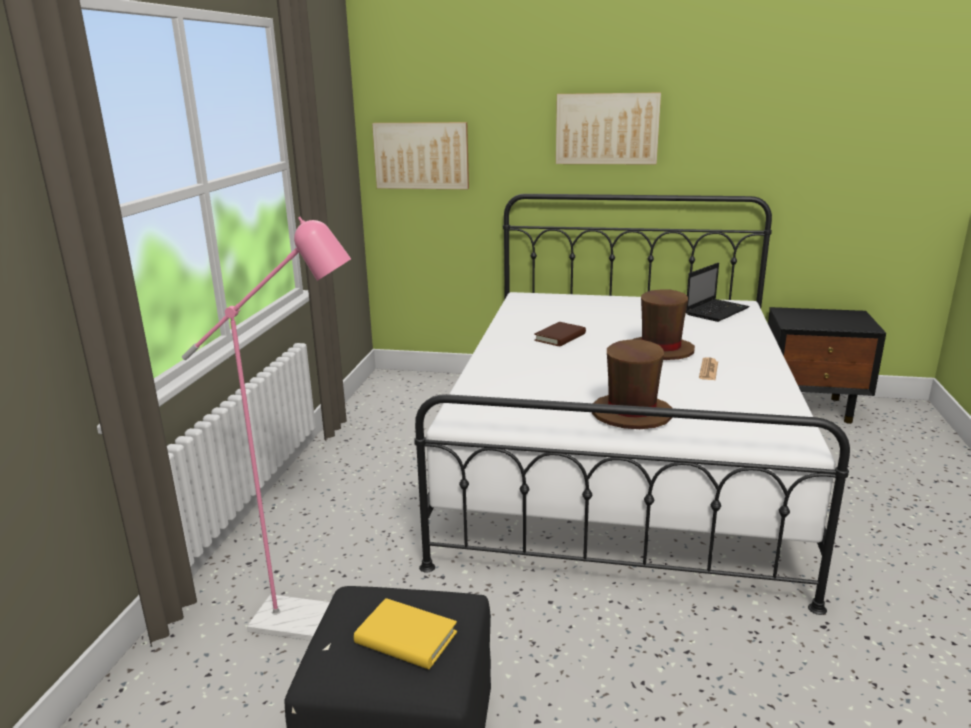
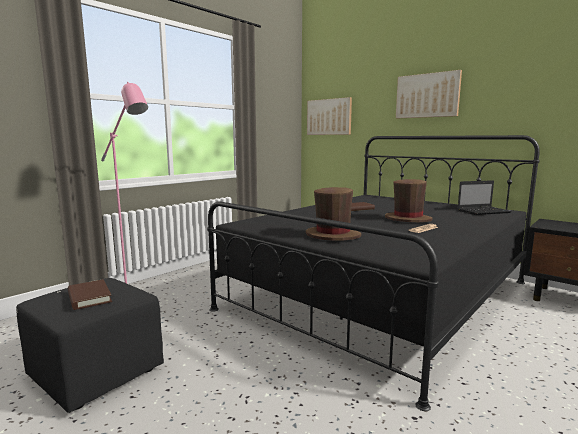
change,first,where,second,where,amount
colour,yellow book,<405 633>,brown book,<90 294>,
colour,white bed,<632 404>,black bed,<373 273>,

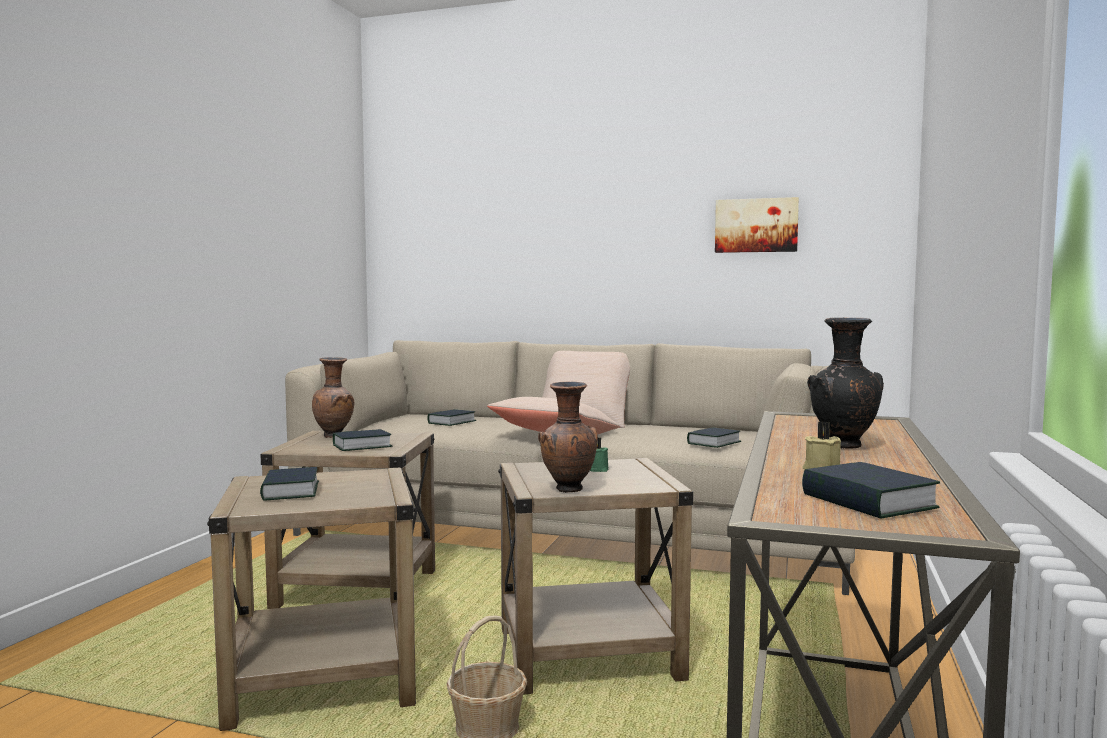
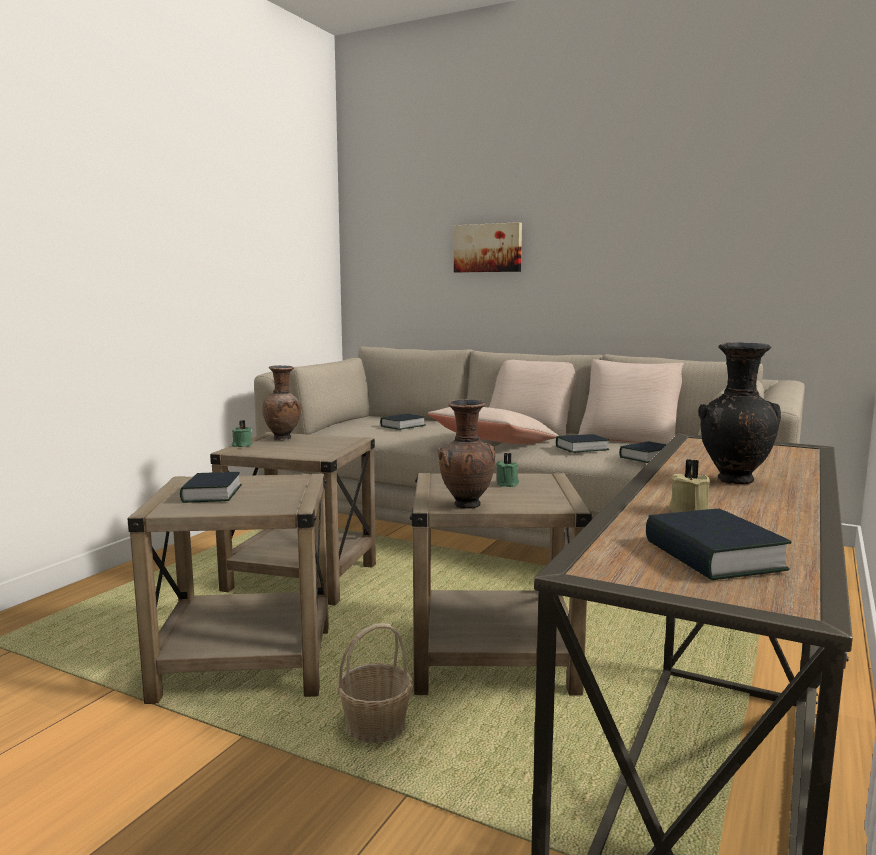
change,first,where,second,where,amount
appeared,,,green candle,<242 433>,
appeared,,,beige pillow,<631 401>,
relocated,book,<363 440>,,<583 443>,
relocated,picture,<757 225>,,<488 247>,

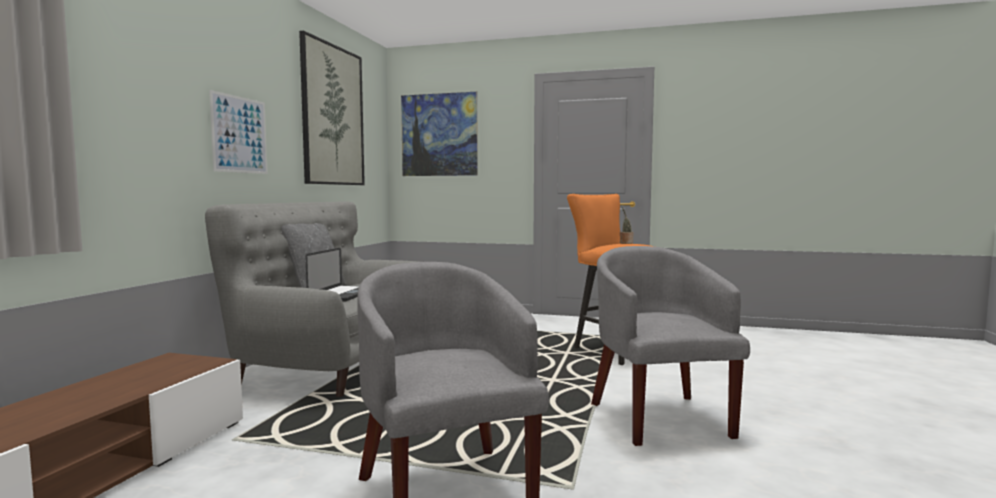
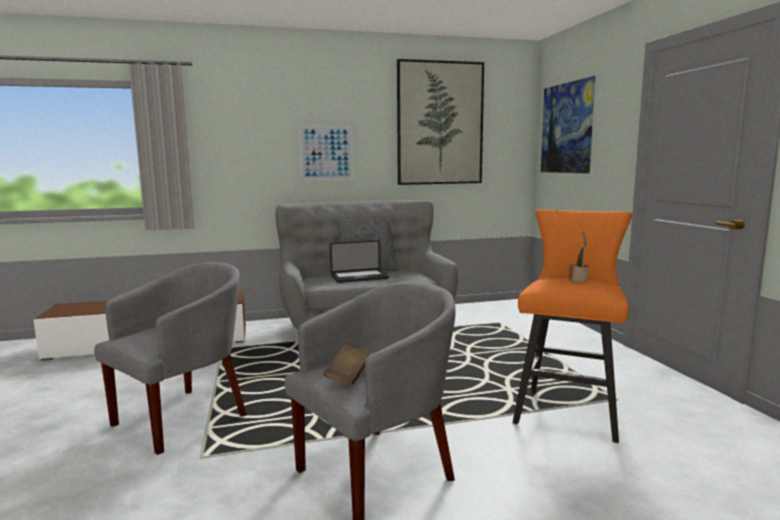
change,first,where,second,where,amount
appeared,,,brown book,<347 365>,

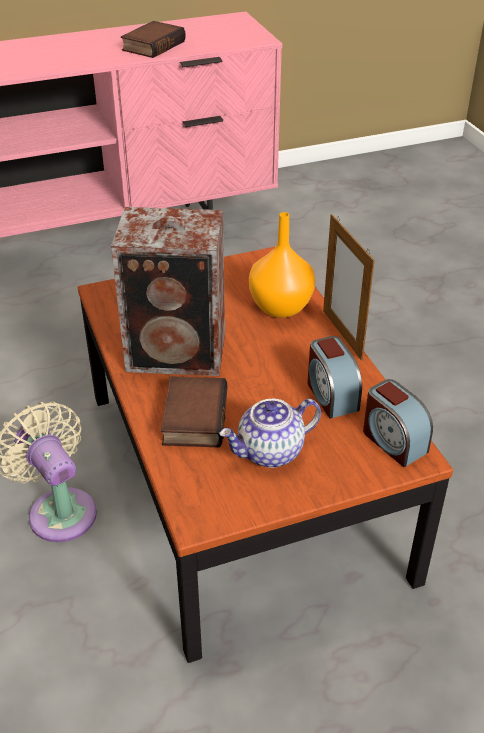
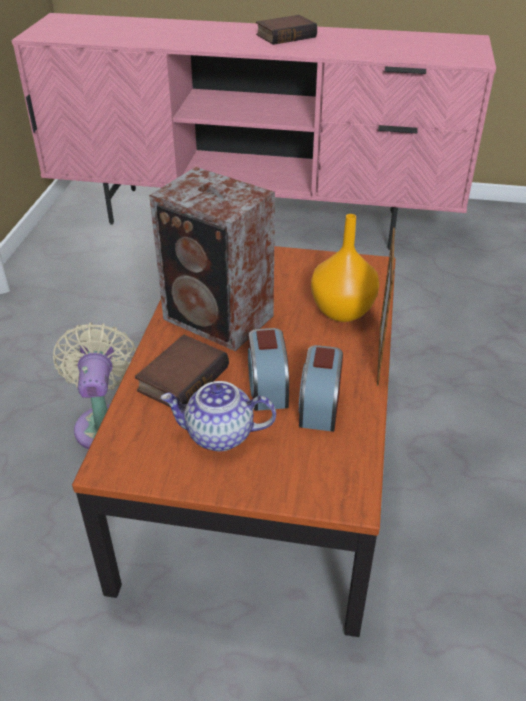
change,first,where,second,where,amount
relocated,book,<153 39>,,<286 30>,
relocated,alarm clock,<398 423>,,<268 369>,

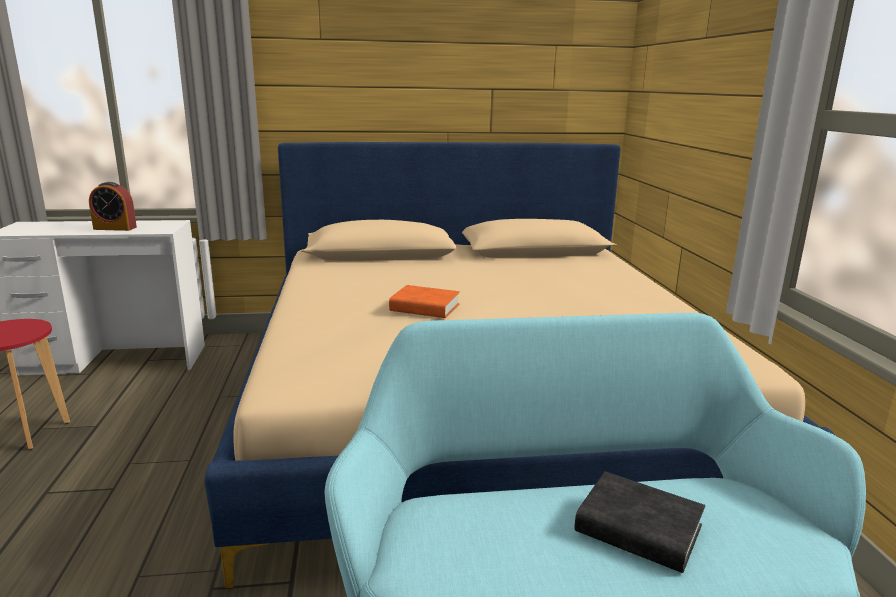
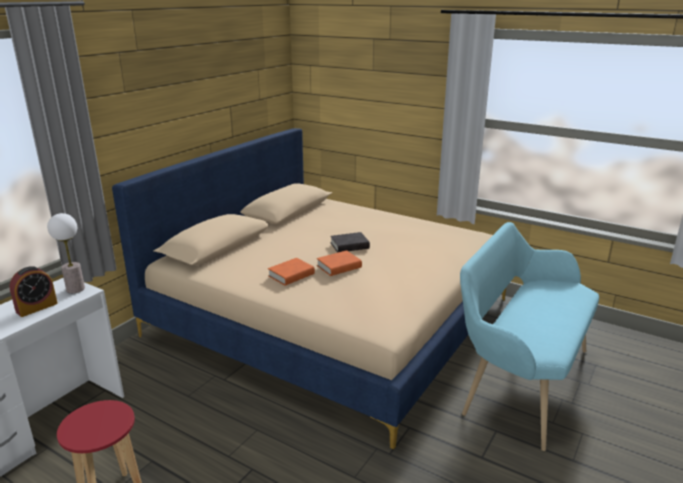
change,first,where,second,where,amount
appeared,,,table lamp,<66 253>,
appeared,,,orange book,<291 272>,
relocated,black book,<640 522>,,<350 242>,

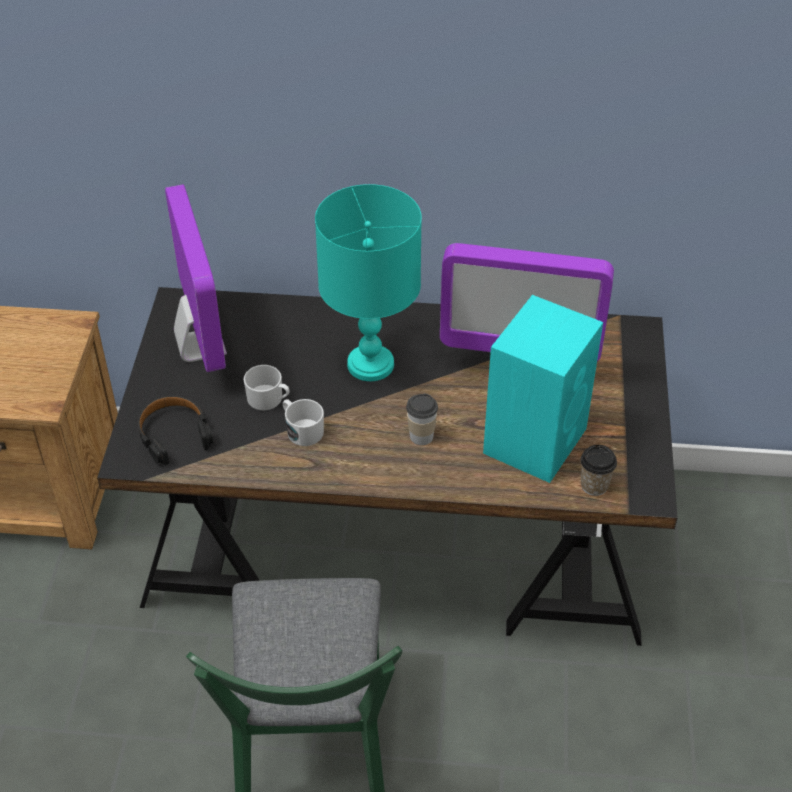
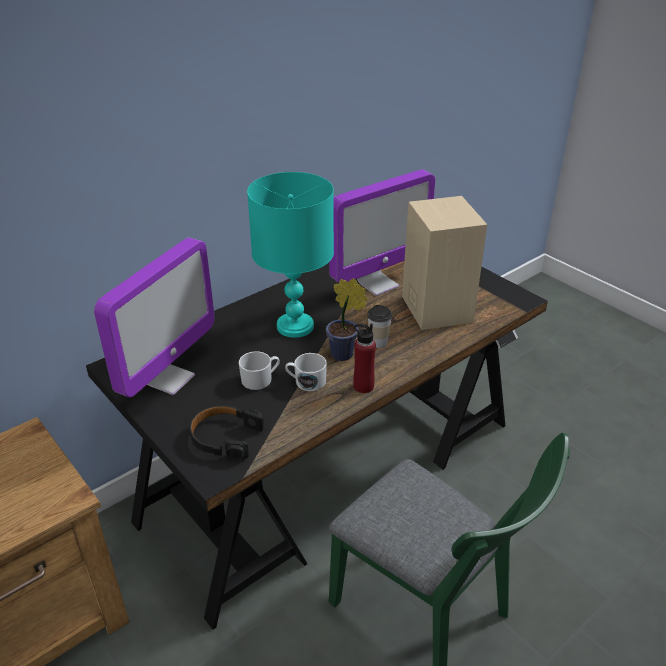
change,first,where,second,where,amount
missing,cup,<598 470>,,,
appeared,,,potted plant,<347 319>,
appeared,,,red bottle,<364 358>,
colour,turquoise speaker,<543 389>,beige speaker,<444 263>,
spun,monitor,<196 278>,,<154 317>,90 degrees clockwise

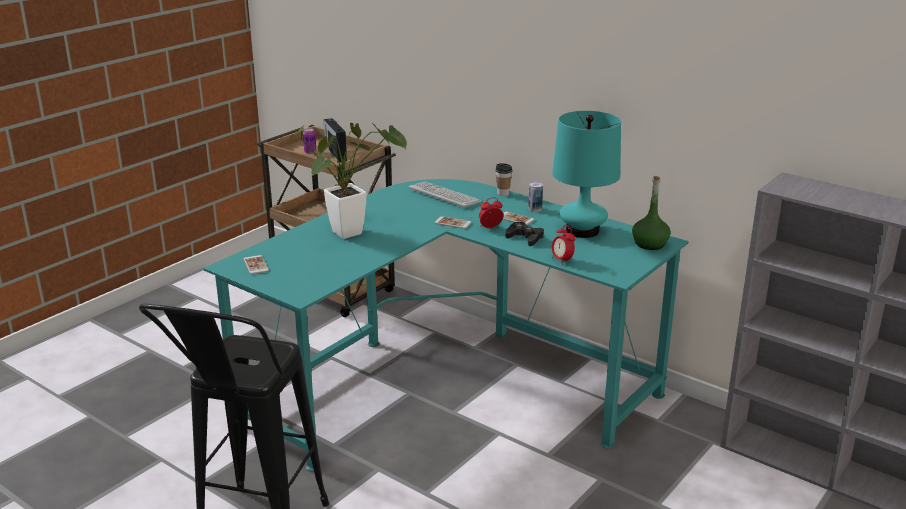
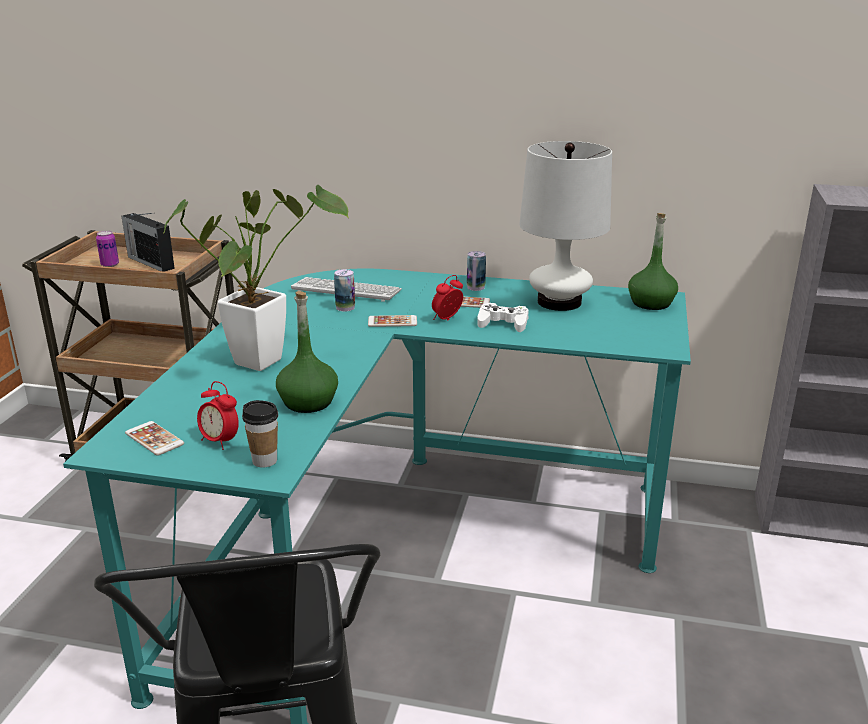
change,first,where,second,where,amount
appeared,,,green bottle,<307 352>,
appeared,,,can,<344 290>,
relocated,cup,<503 179>,,<260 434>,
relocated,alarm clock,<564 245>,,<218 415>,
colour,black game controller,<525 234>,white game controller,<503 317>,
colour,turquoise table lamp,<586 174>,white table lamp,<565 226>,

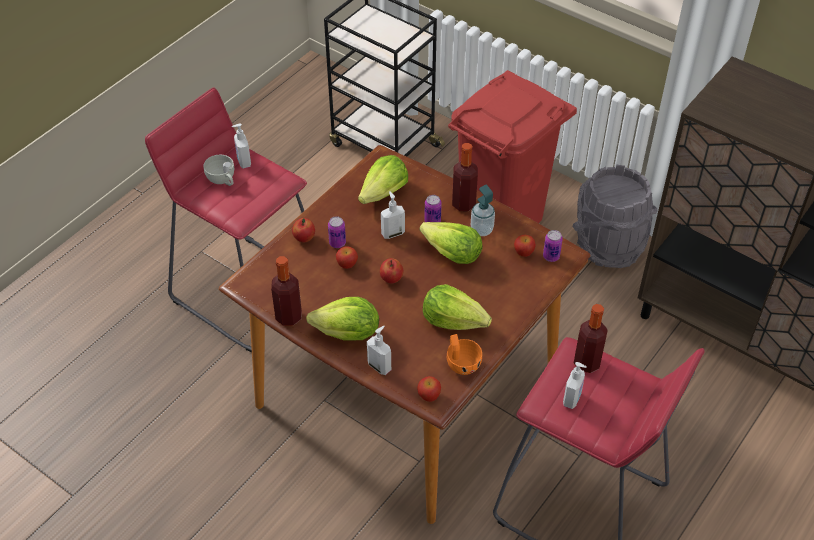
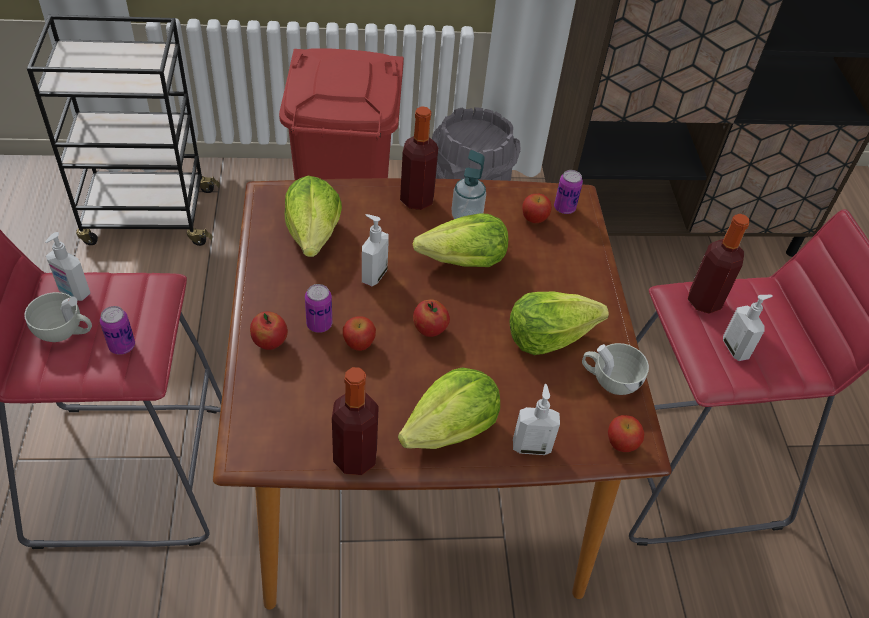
change,first,where,second,where,amount
relocated,can,<433 208>,,<117 330>,
colour,orange cup,<464 354>,white cup,<615 369>,

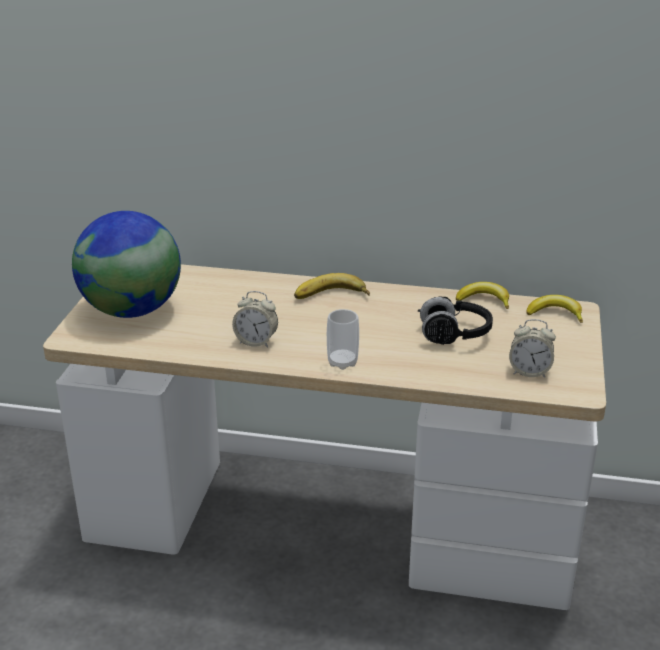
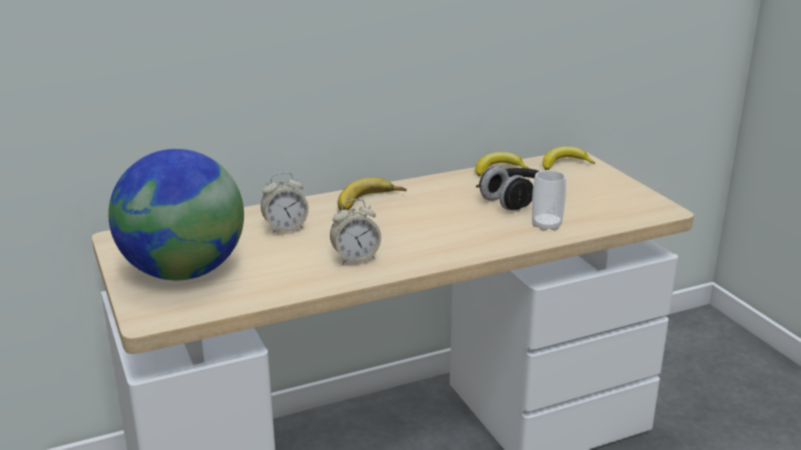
change,first,where,second,where,amount
relocated,cup,<343 339>,,<549 200>,
relocated,alarm clock,<532 348>,,<285 203>,

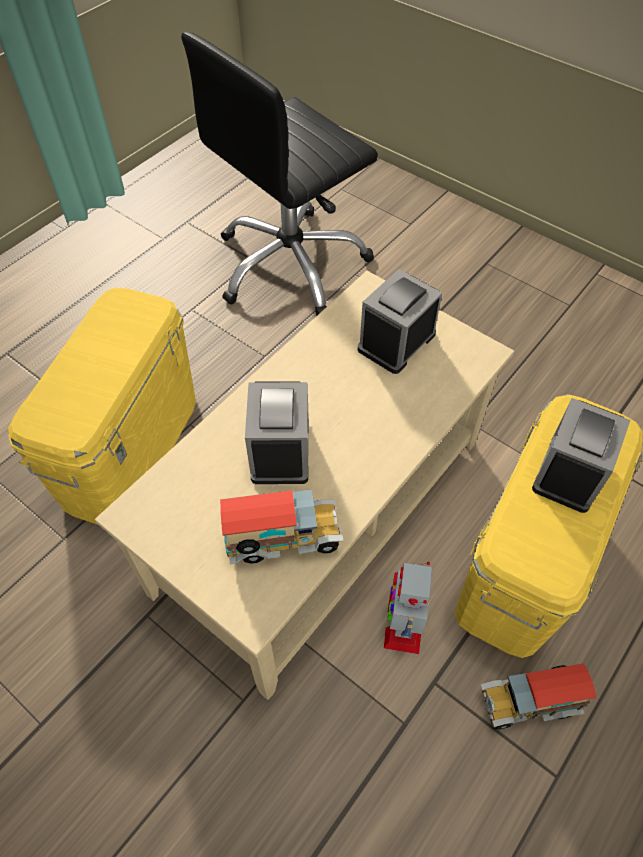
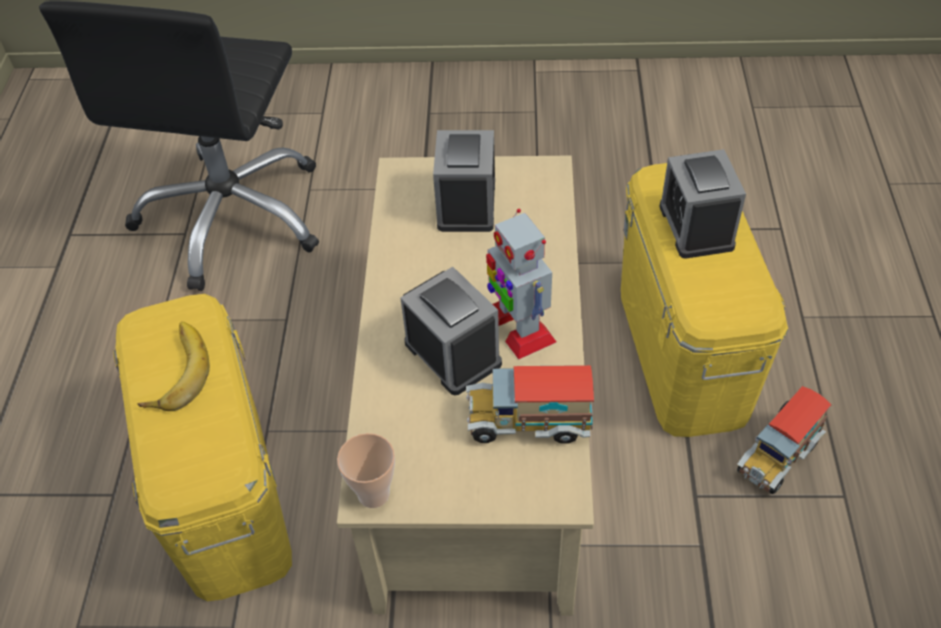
change,first,where,second,where,amount
appeared,,,banana,<173 366>,
appeared,,,cup,<366 470>,
relocated,toy robot,<408 608>,,<521 284>,
spun,toy truck,<281 526>,,<530 404>,135 degrees counterclockwise

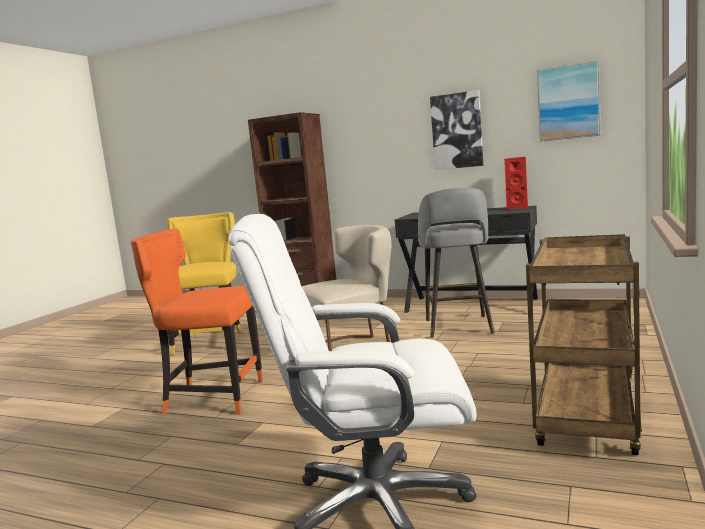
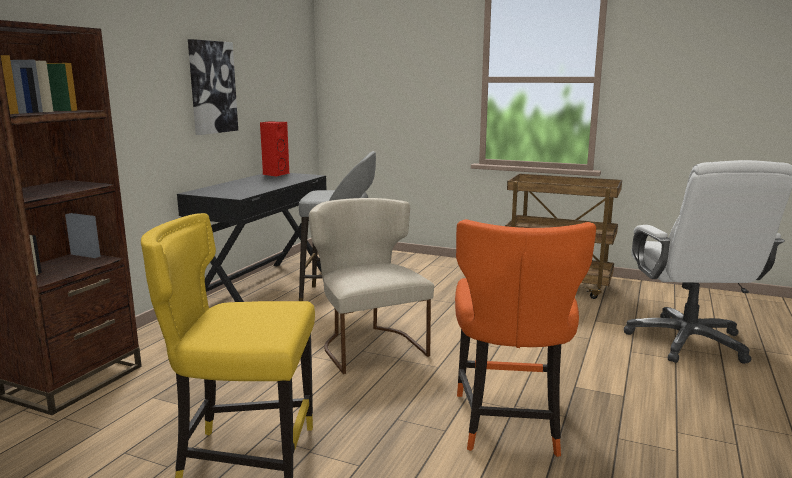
change,first,where,second,where,amount
missing,picture,<569 101>,,,

